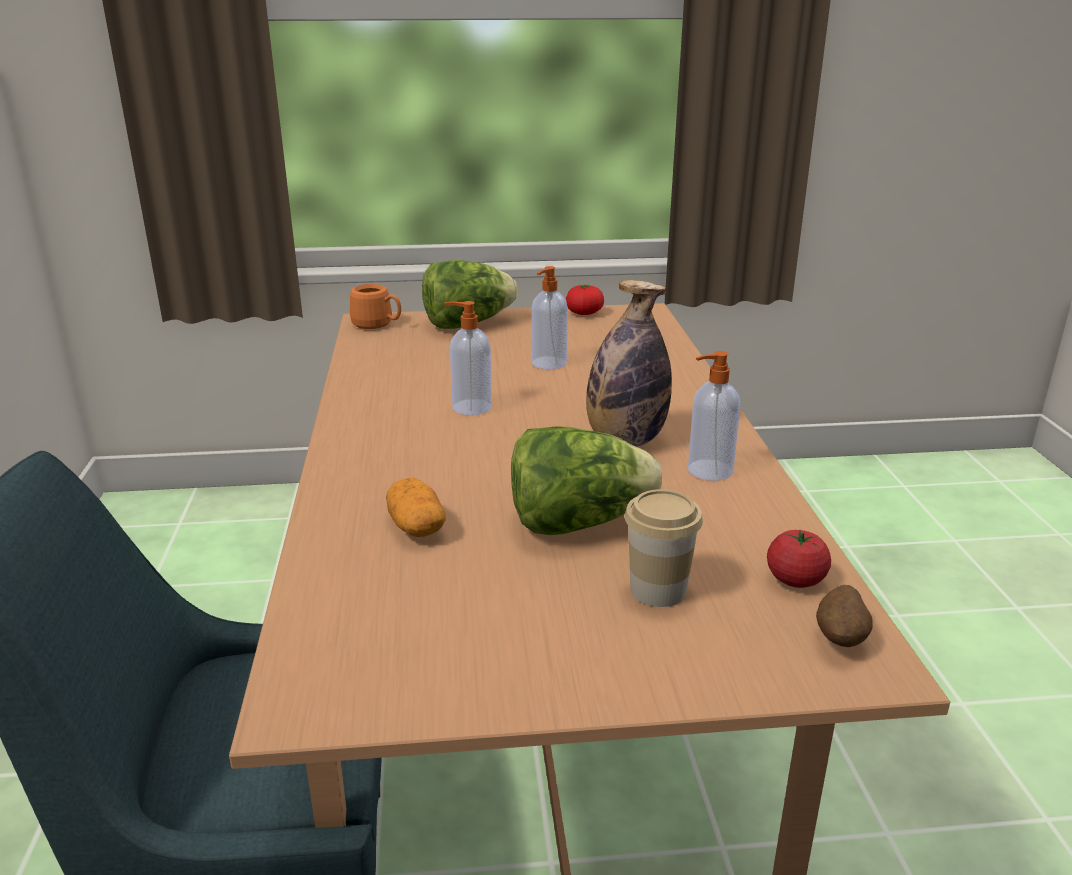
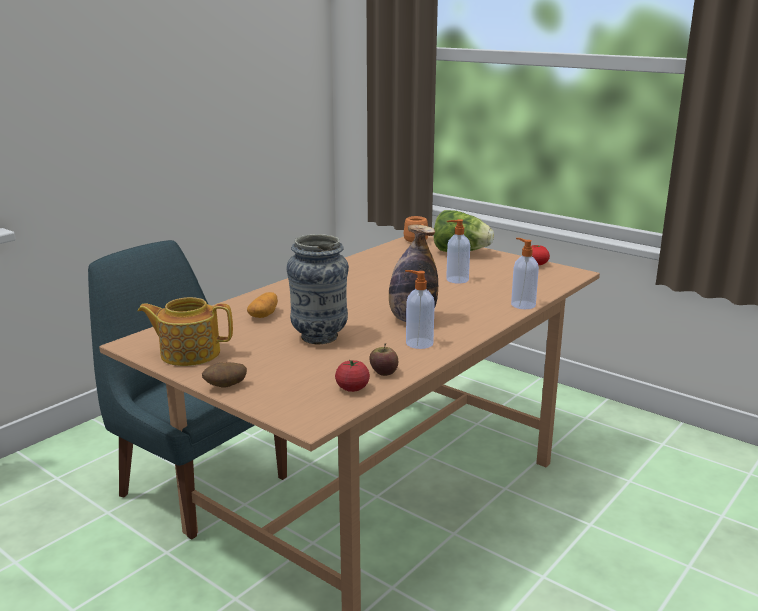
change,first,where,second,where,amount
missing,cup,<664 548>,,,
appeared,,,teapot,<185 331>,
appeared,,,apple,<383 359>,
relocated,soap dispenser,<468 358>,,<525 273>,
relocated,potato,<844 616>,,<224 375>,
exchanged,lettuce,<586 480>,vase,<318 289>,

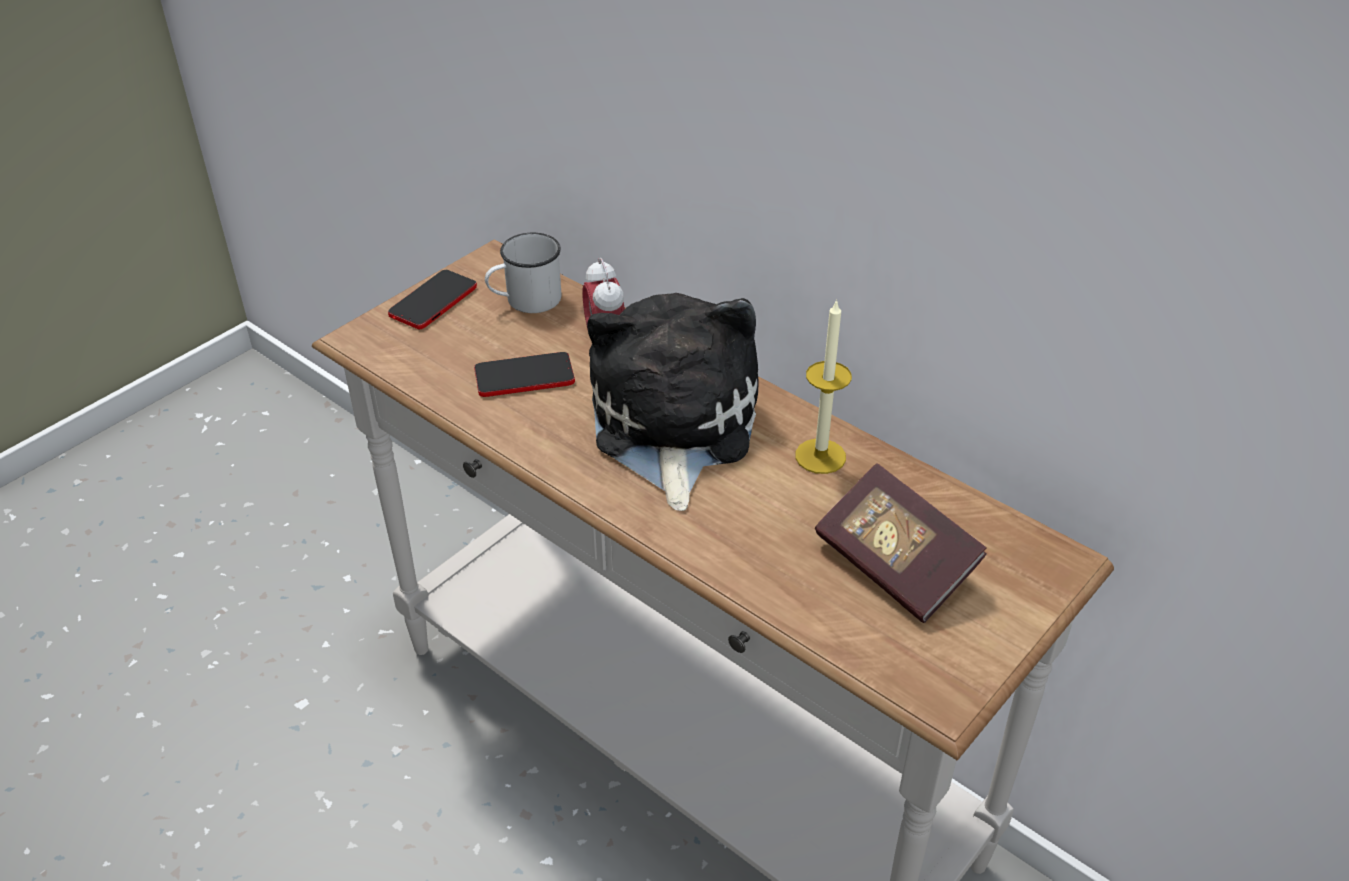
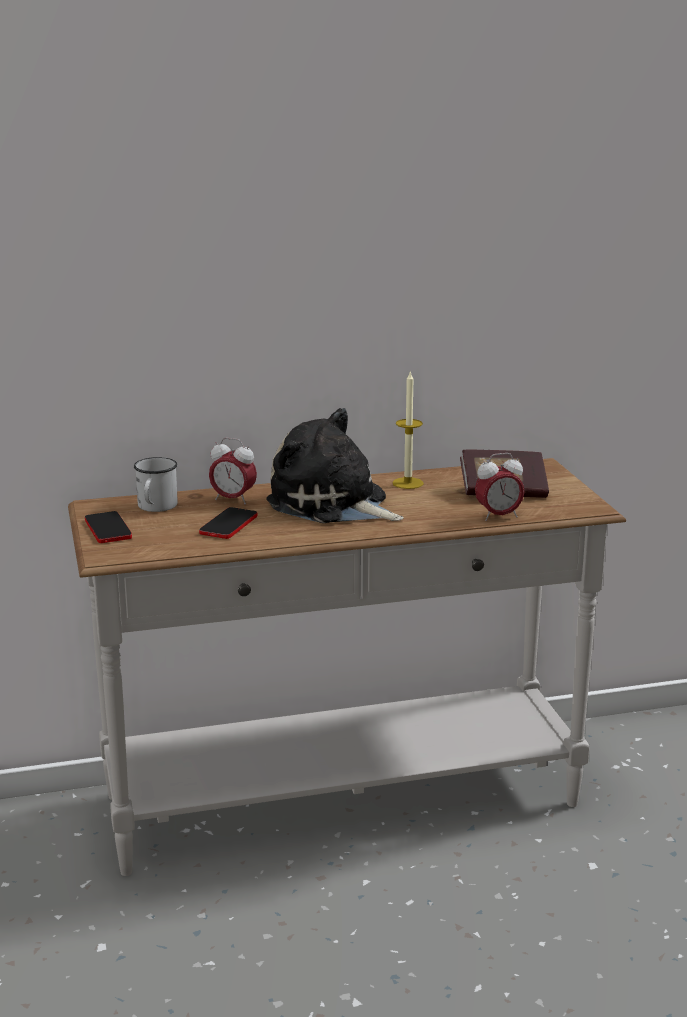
change,first,where,second,where,amount
appeared,,,alarm clock,<500 487>,

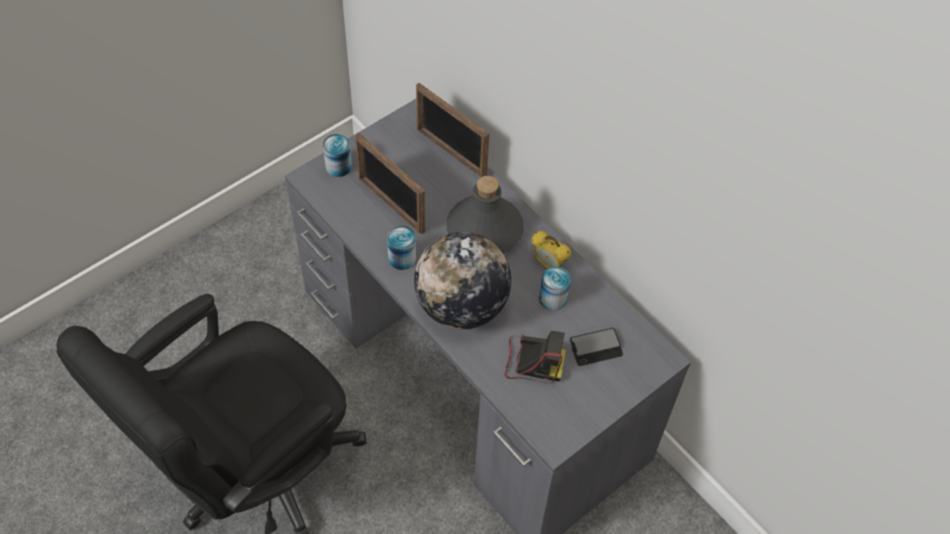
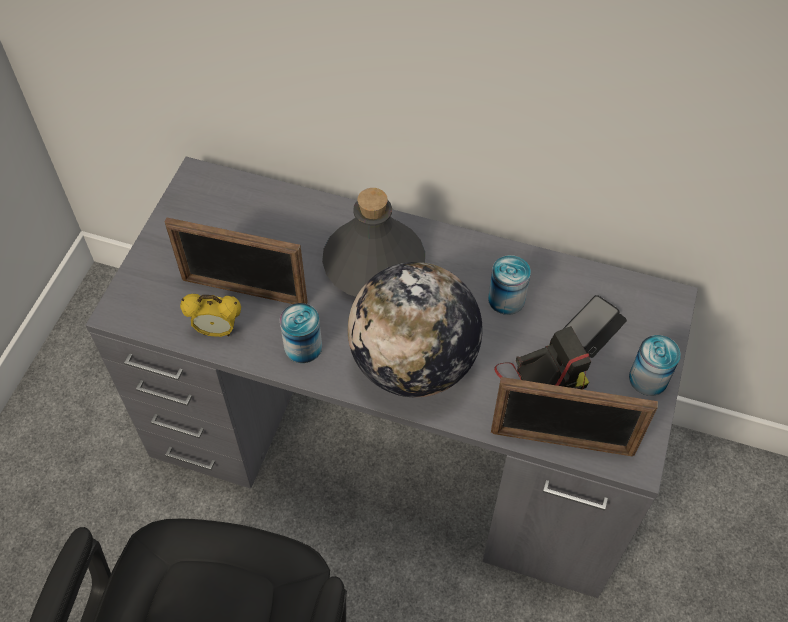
change,first,where,second,where,amount
relocated,can,<337 155>,,<655 365>,
relocated,picture frame,<452 130>,,<574 416>,
relocated,alarm clock,<551 249>,,<210 315>,

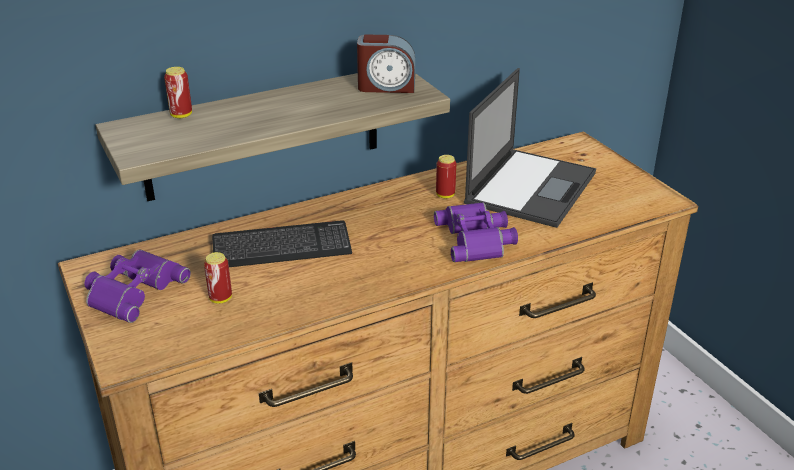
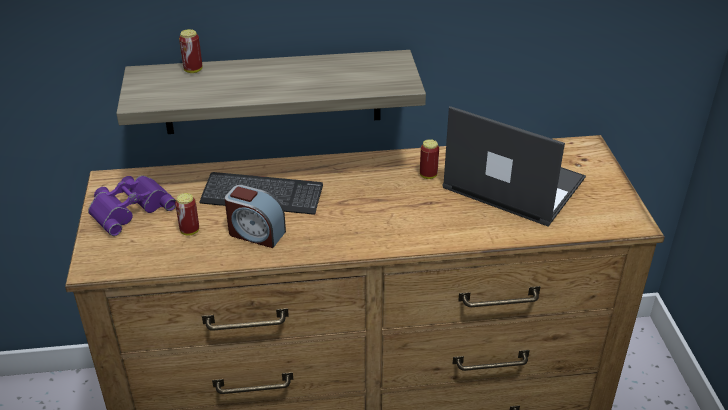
change,first,where,second,where,amount
missing,purple binoculars,<476 232>,,,
relocated,alarm clock,<386 63>,,<255 216>,
spun,laptop,<530 148>,,<514 166>,105 degrees counterclockwise

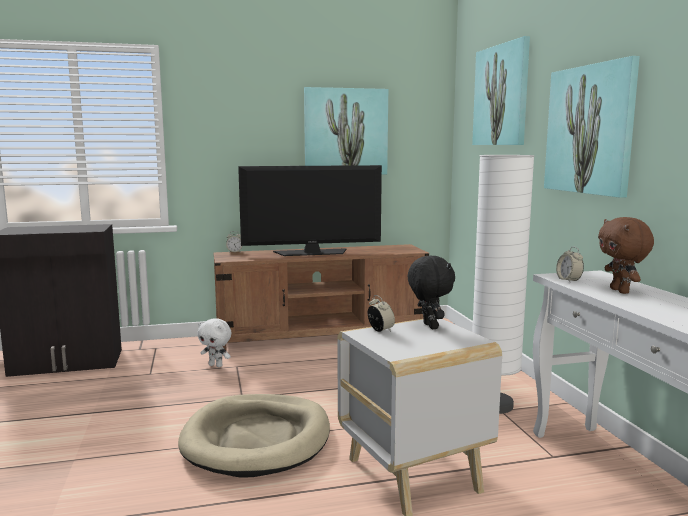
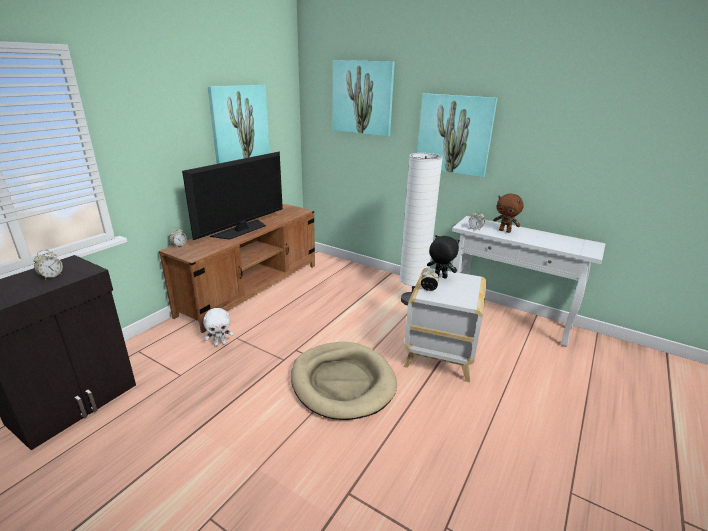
change,first,where,second,where,amount
appeared,,,alarm clock,<48 265>,

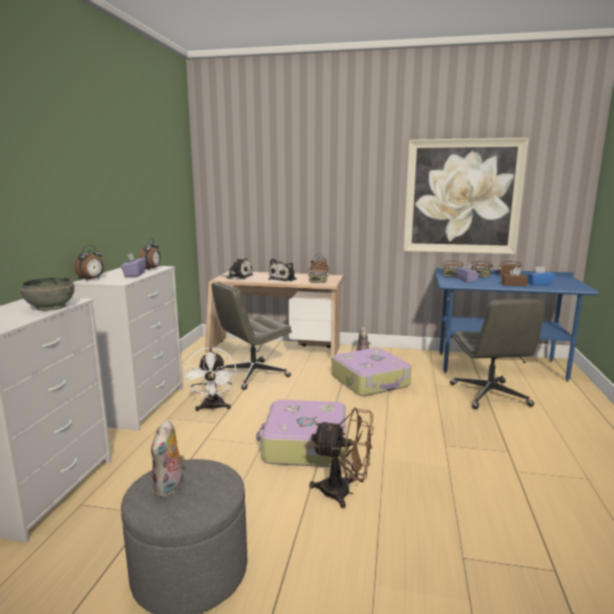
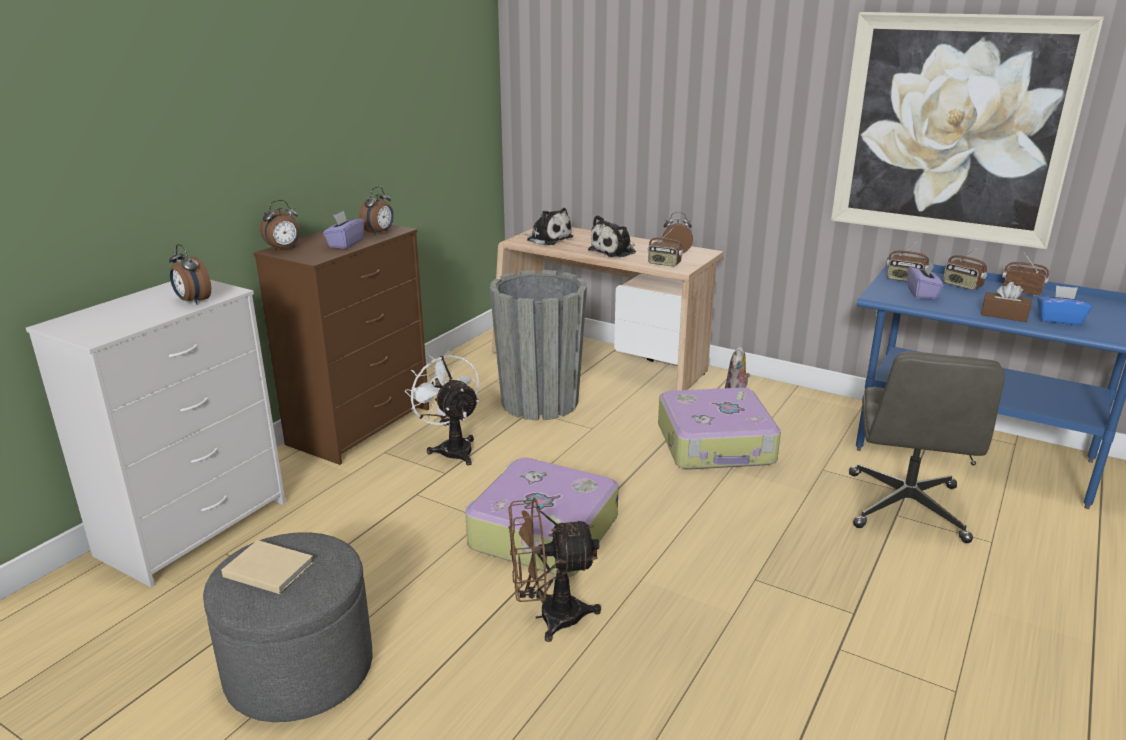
change,first,where,second,where,amount
exchanged,grey bowl,<47 294>,alarm clock,<190 274>,
exchanged,plush toy,<168 458>,beige book,<268 567>,
exchanged,grey office chair,<251 336>,grey planter,<538 345>,
colour,white dresser,<127 348>,brown dresser,<341 345>,
spun,white fan,<210 379>,,<442 408>,135 degrees clockwise
spun,brown fan,<341 458>,,<554 570>,135 degrees clockwise

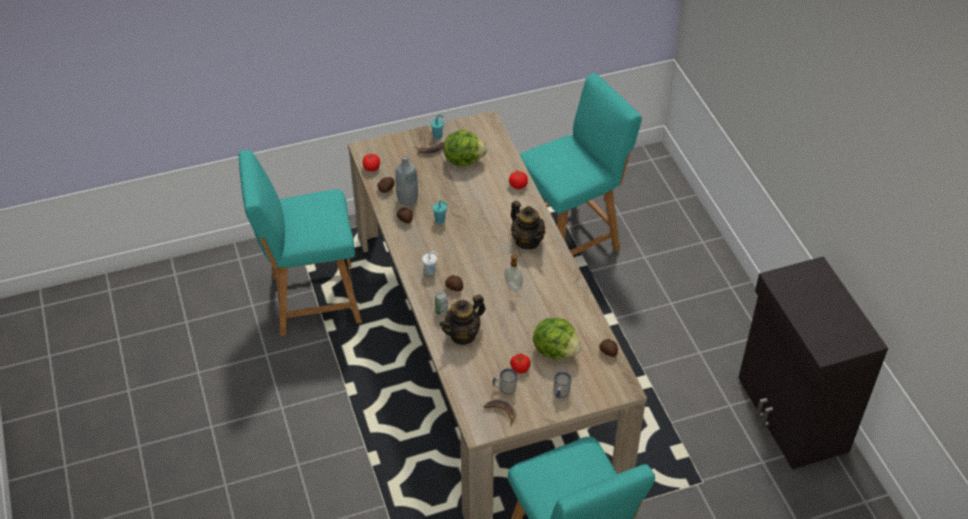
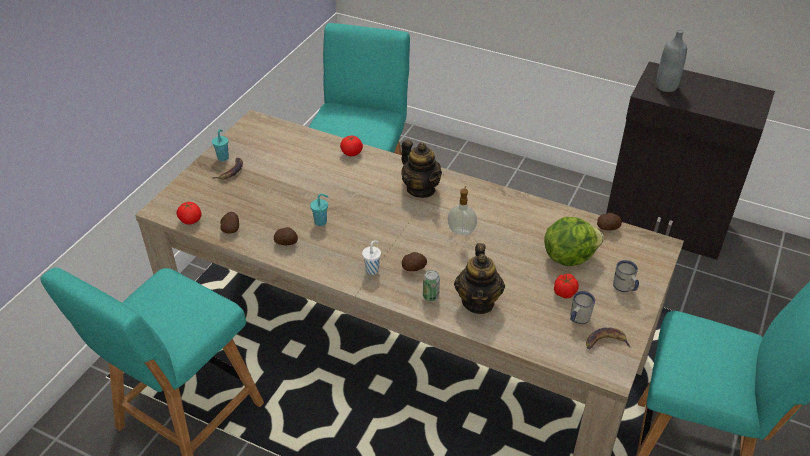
change,first,where,second,where,amount
missing,lettuce,<465 148>,,,
relocated,grey bottle,<406 181>,,<671 61>,
spun,teapot,<528 225>,,<421 169>,45 degrees clockwise

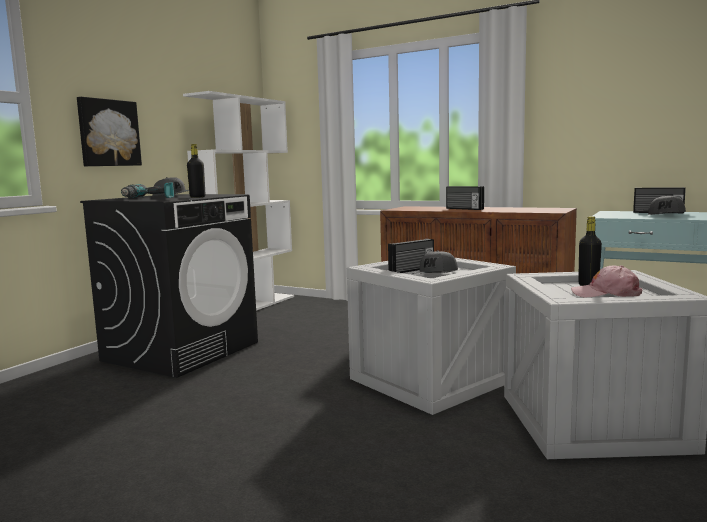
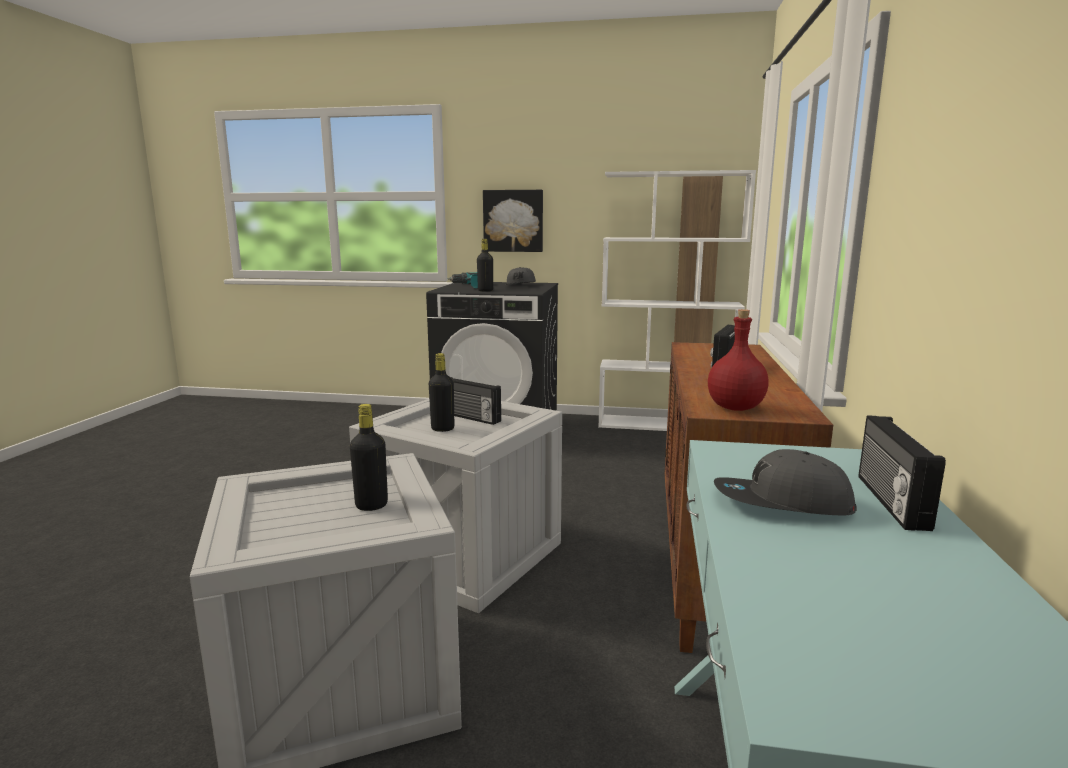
change,first,where,second,where,amount
missing,pink cap,<606 281>,,,
appeared,,,red bottle,<738 360>,
exchanged,grey cap,<435 262>,black bottle,<441 392>,

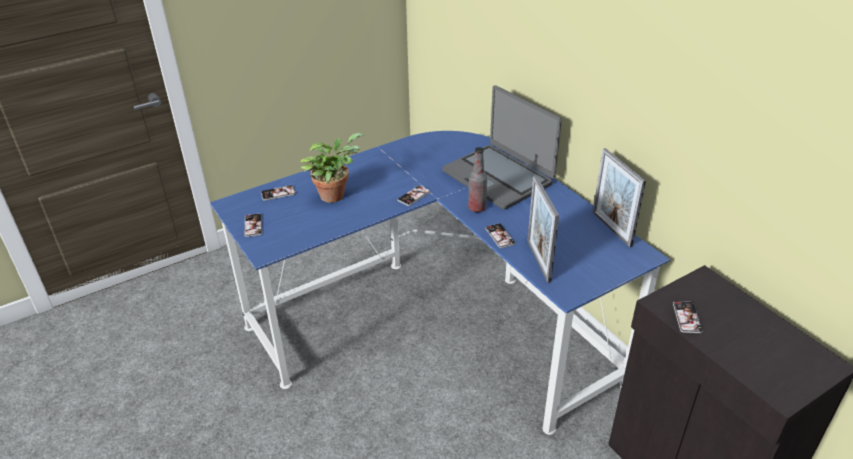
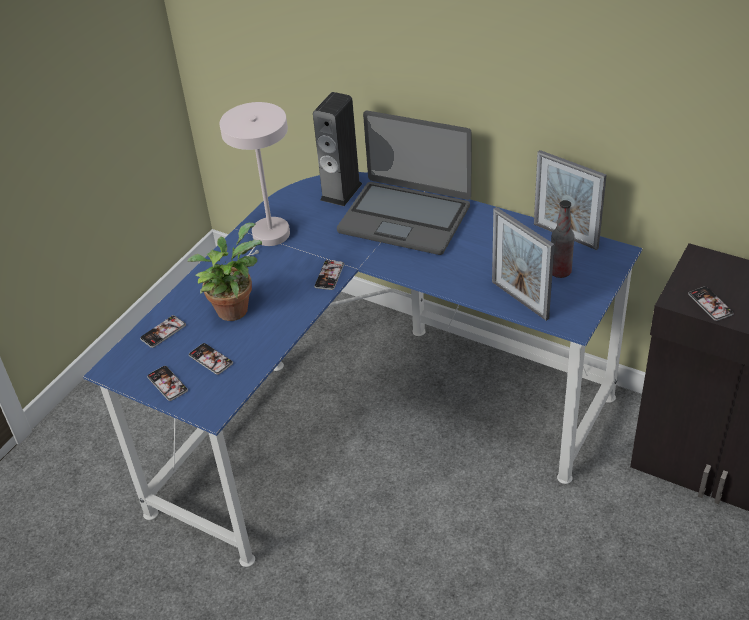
change,first,where,second,where,amount
appeared,,,white table lamp,<254 179>,
appeared,,,speaker,<337 149>,
relocated,bottle,<477 179>,,<562 239>,
relocated,phone,<500 235>,,<211 359>,

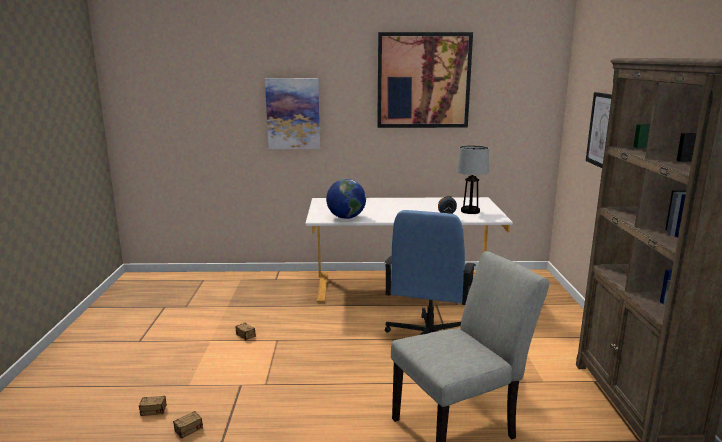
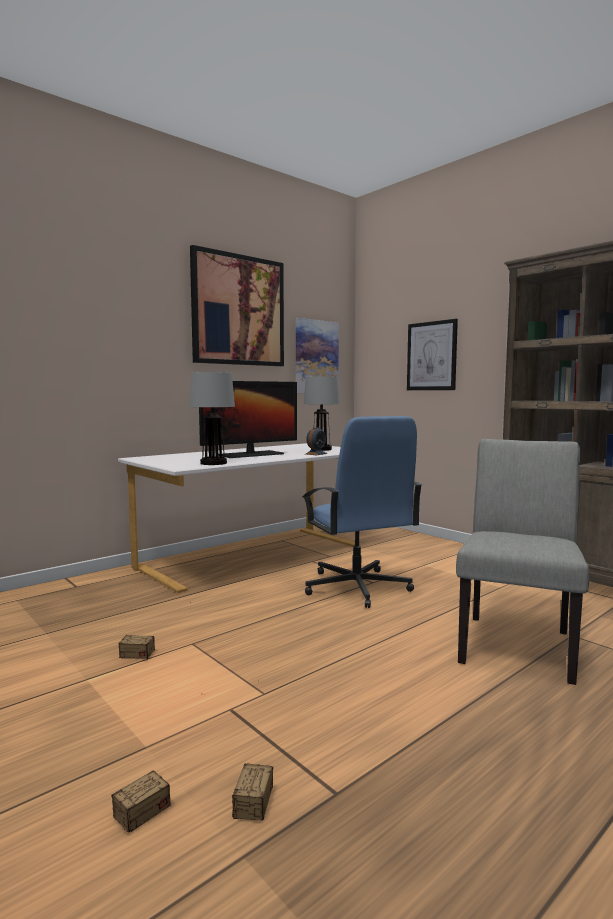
change,first,where,second,where,amount
appeared,,,monitor,<248 419>,
relocated,picture,<292 113>,,<317 355>,
exchanged,globe,<346 199>,table lamp,<212 418>,

